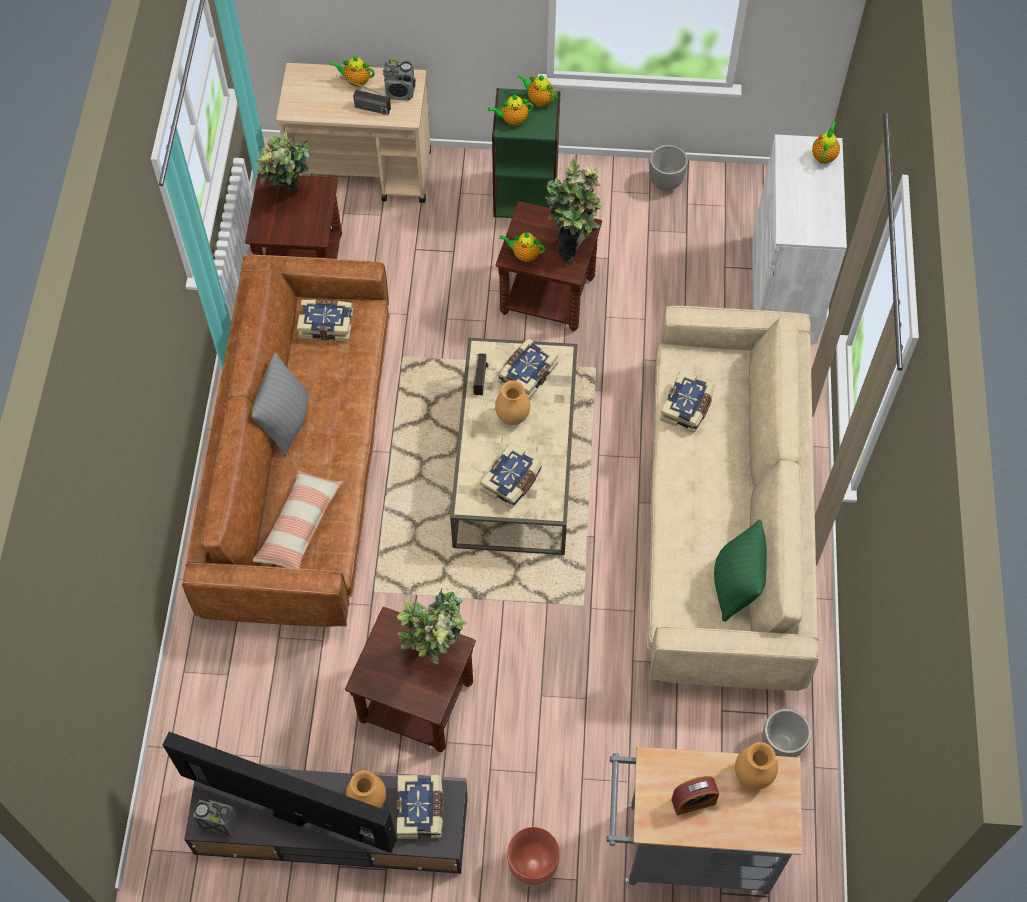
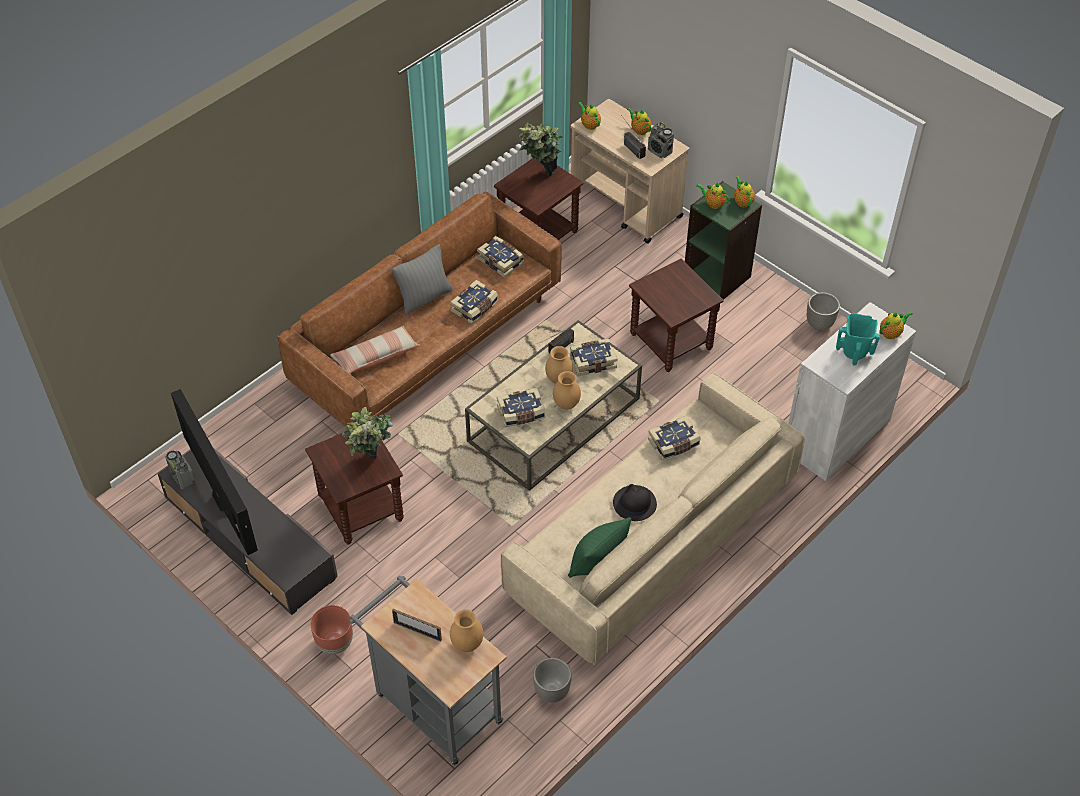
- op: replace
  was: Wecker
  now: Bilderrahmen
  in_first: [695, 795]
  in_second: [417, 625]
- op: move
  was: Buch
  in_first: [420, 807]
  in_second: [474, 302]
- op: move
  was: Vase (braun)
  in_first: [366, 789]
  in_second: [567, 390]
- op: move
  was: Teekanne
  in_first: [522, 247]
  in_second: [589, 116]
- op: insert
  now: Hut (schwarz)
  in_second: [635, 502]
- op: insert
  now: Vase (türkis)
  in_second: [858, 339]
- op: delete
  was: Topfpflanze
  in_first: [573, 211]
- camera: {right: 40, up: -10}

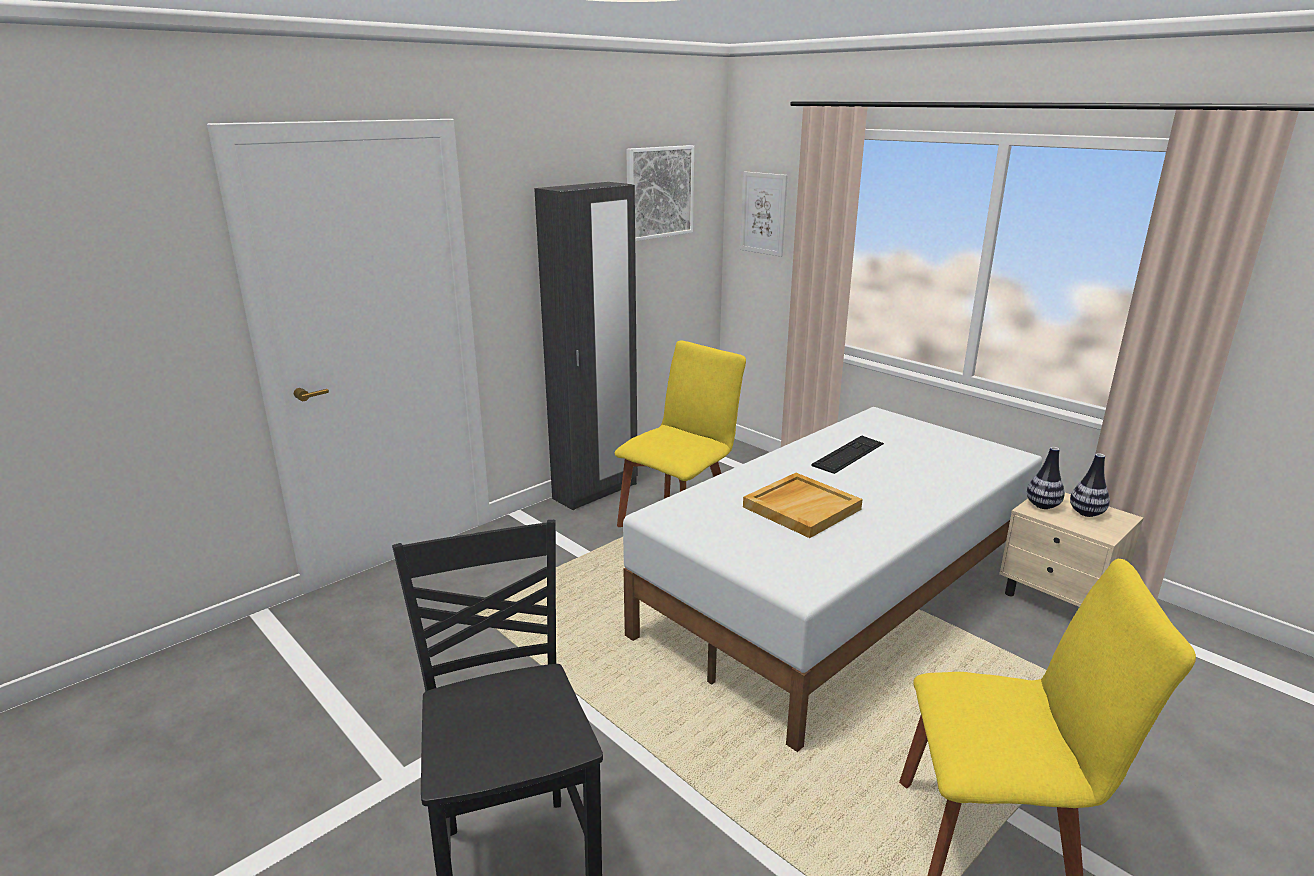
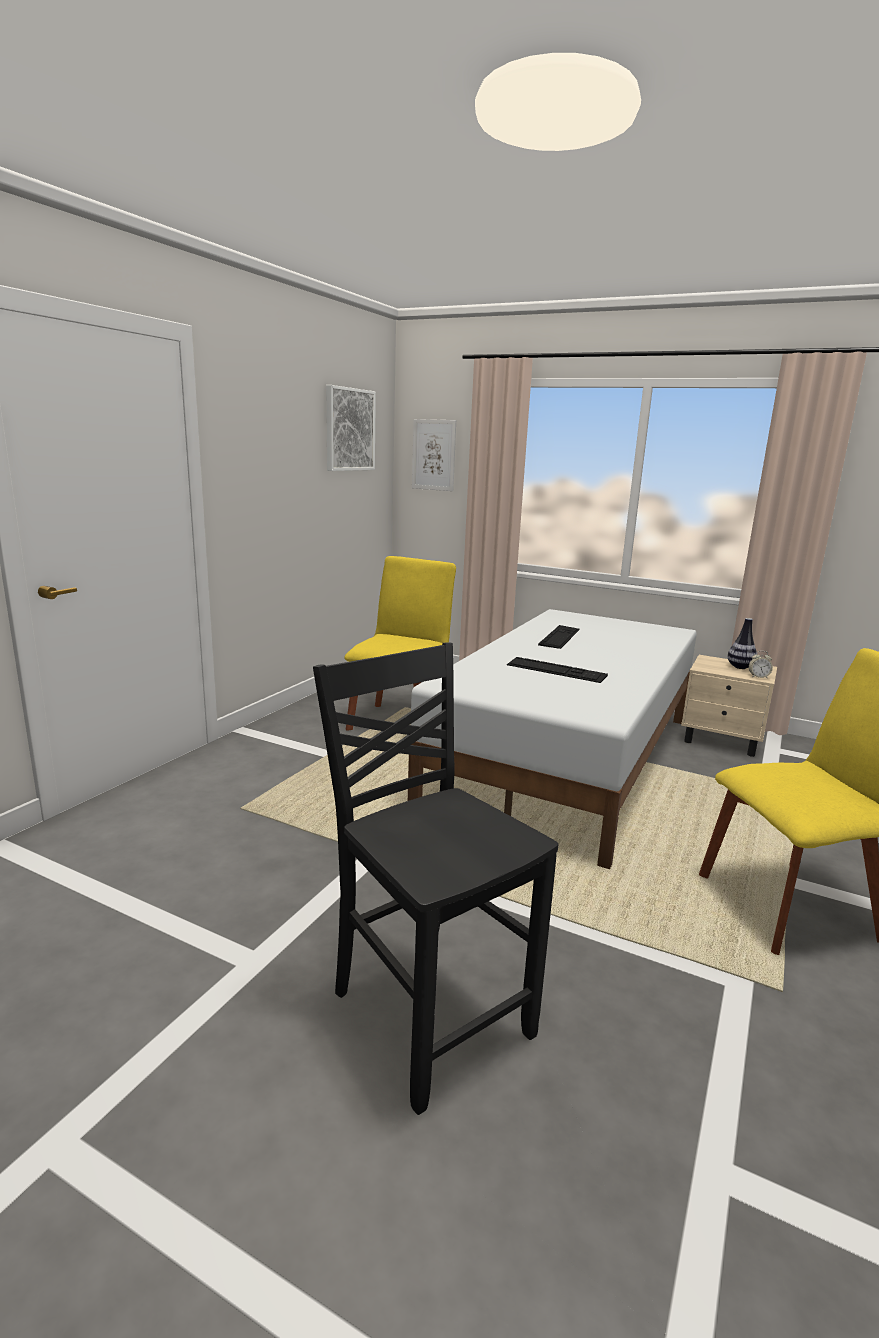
- op: replace
  was: Tablett (beige)
  now: Tastatur
  in_first: [803, 505]
  in_second: [557, 670]
- op: insert
  now: Wecker
  in_second: [761, 664]
- op: delete
  was: Kleiderschrank (schwarz)
  in_first: [586, 346]
- op: delete
  was: Vase
  in_first: [1046, 478]
- camera: {right: -20, up: -5}

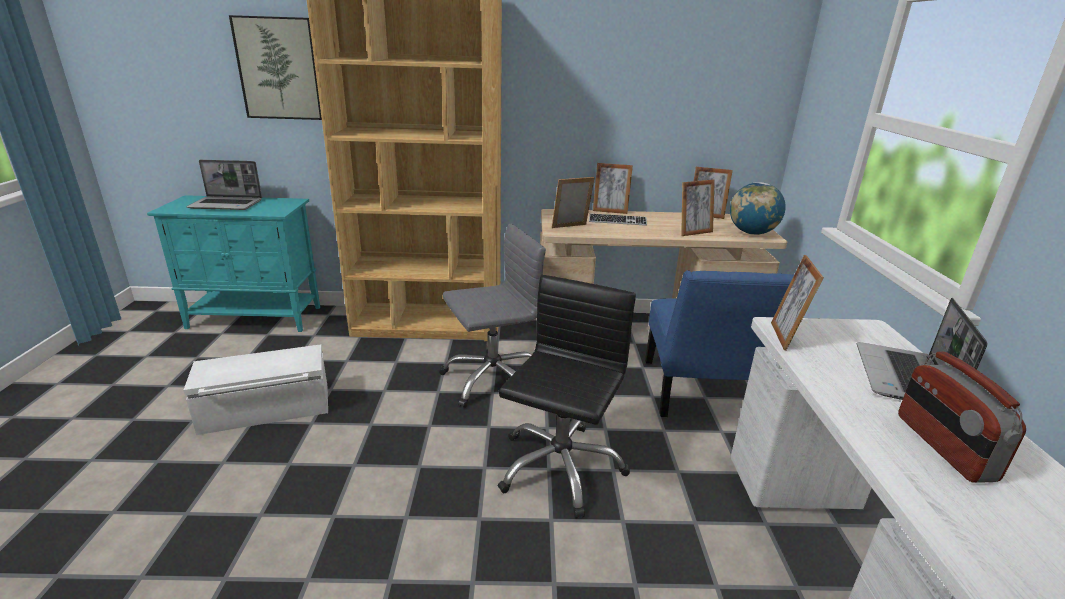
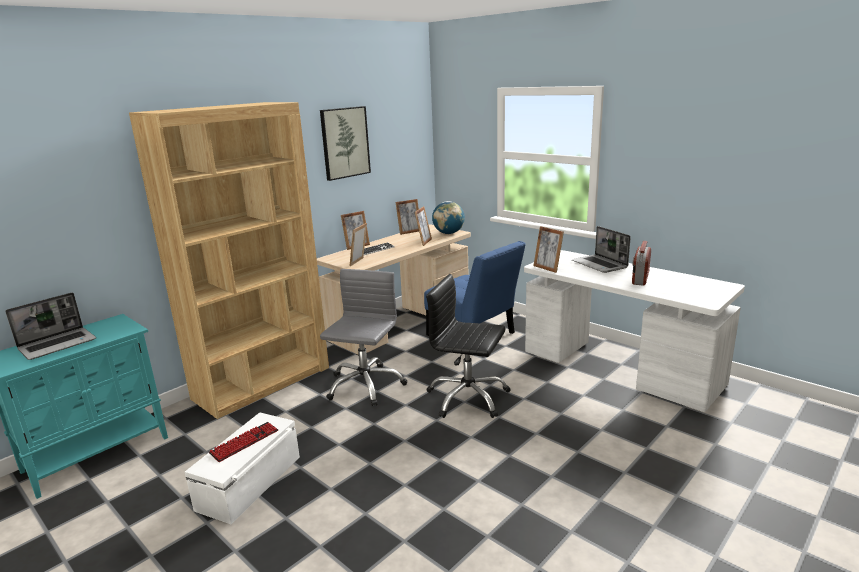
- op: insert
  now: Tastatur
  in_second: [243, 442]
- op: move
  was: Bild
  in_first: [275, 67]
  in_second: [345, 143]
- op: rotate
  was: Bürostuhl (schwarz)
  in_first: [567, 397]
  in_second: [468, 346]
  clockwise: -45
- op: rotate
  was: Radio
  in_first: [962, 417]
  in_second: [641, 263]
  clockwise: 75
- camera: {right: -45, up: -5}

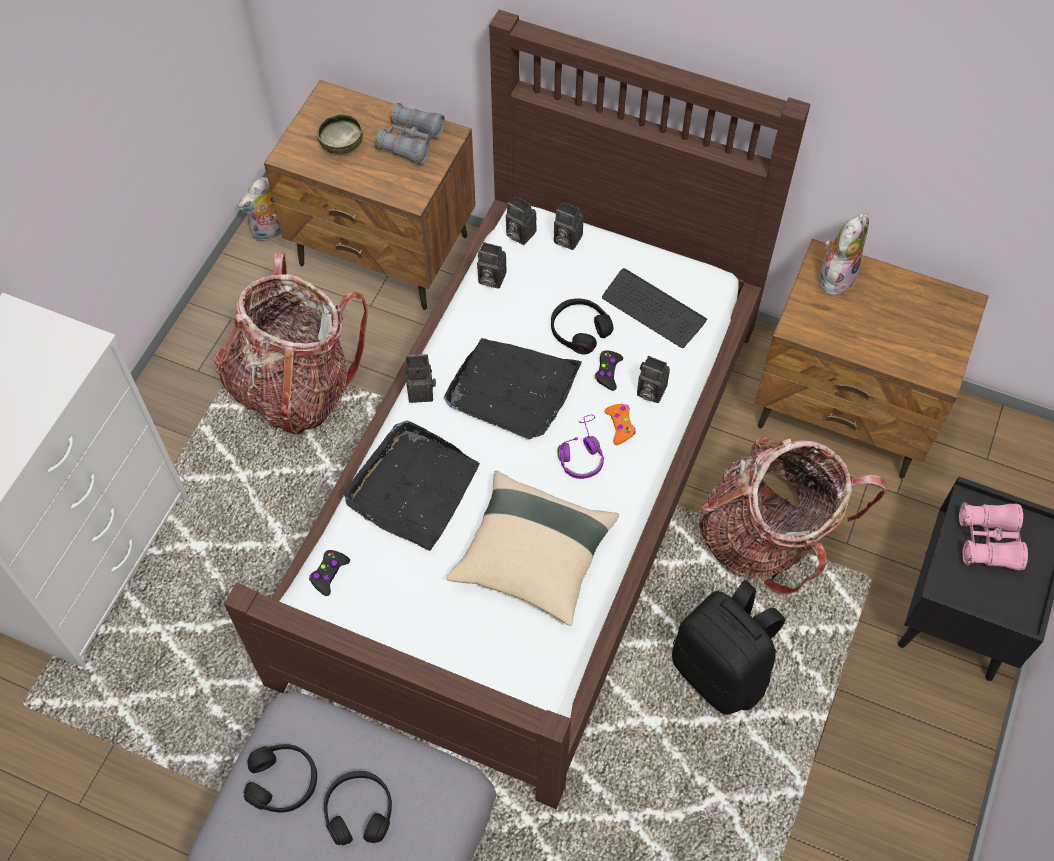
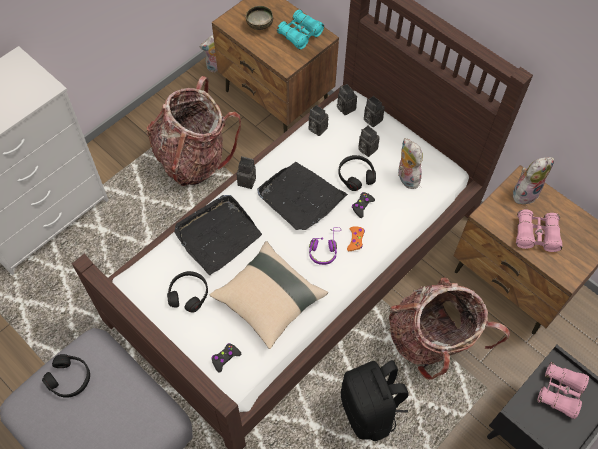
- op: move
  was: Kopfhörer (schwarz)
  in_first: [358, 808]
  in_second: [187, 292]
- op: move
  was: Gamepad (schwarz)
  in_first: [329, 573]
  in_second: [226, 358]
- op: recolor
  was: Fernglas (grau)
  now: Fernglas (türkis)
  in_first: [410, 134]
  in_second: [300, 29]
- op: move
  was: Kamera
  in_first: [653, 379]
  in_second: [369, 141]
- op: replace
  was: Tastatur
  now: Plüschtier
  in_first: [654, 308]
  in_second: [410, 163]
- op: insert
  now: Fernglas (rosa)
  in_second: [539, 230]
- camera: {right: 20, up: 0}

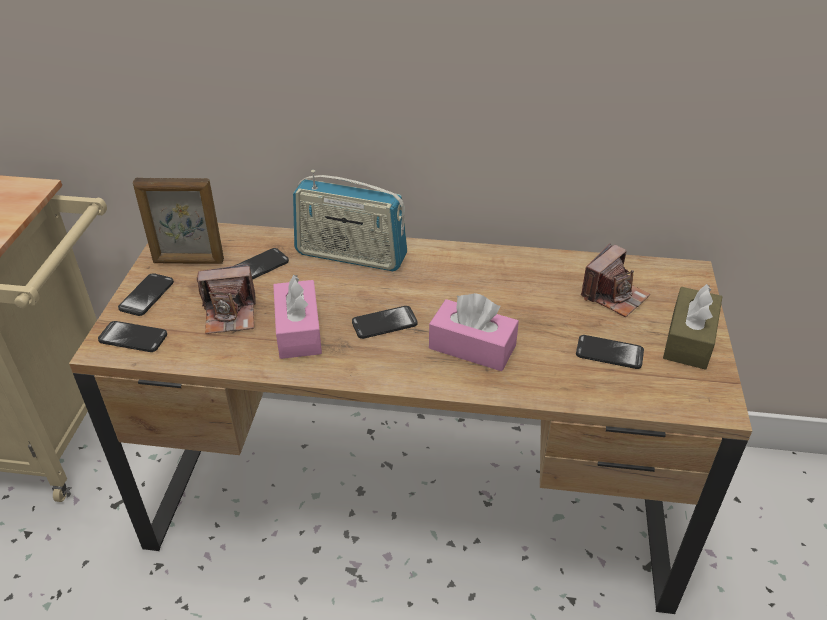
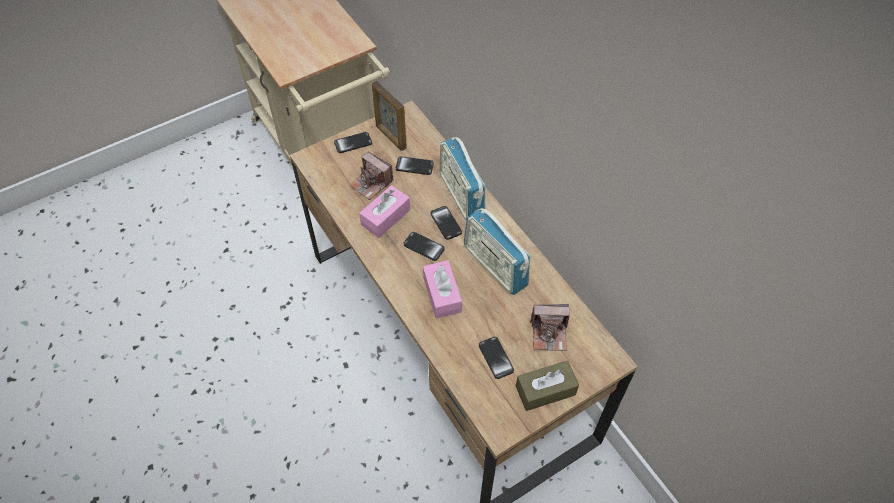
- op: move
  was: Handy
  in_first: [132, 336]
  in_second: [446, 223]
- op: insert
  now: Radio
  in_second: [497, 251]
- camera: {right: 50, up: 15}

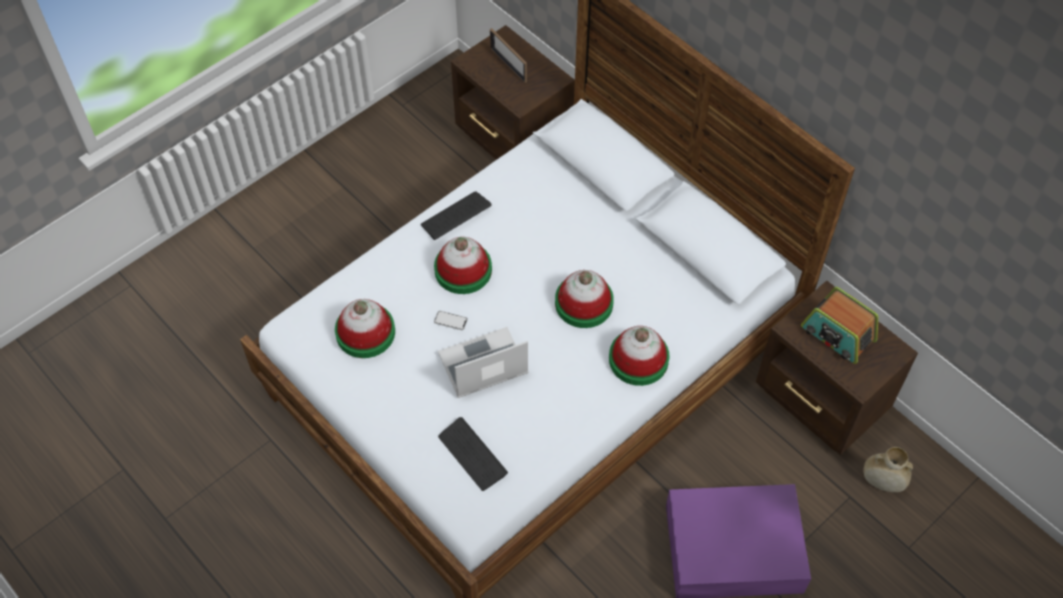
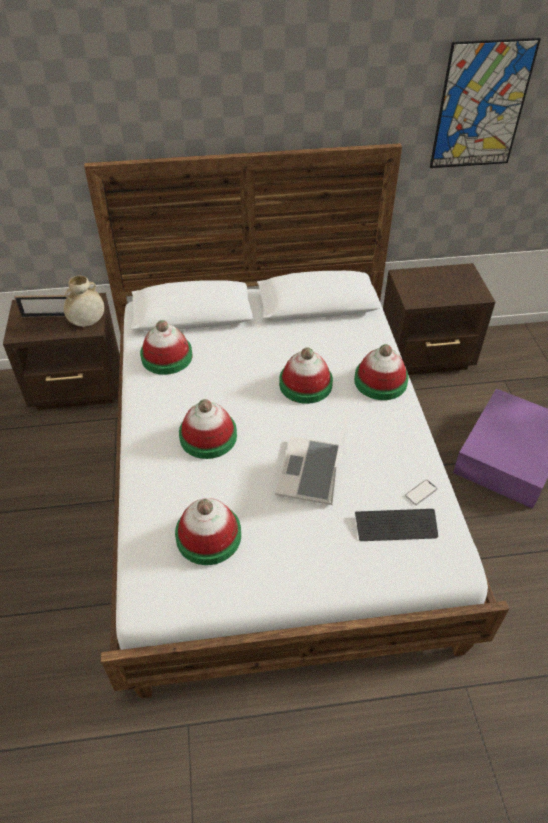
- op: move
  was: Vase (beige)
  in_first: [888, 469]
  in_second: [83, 301]
- op: insert
  now: Hut
  in_second: [166, 347]
- op: move
  was: Handy
  in_first: [451, 320]
  in_second: [421, 492]
- op: insert
  now: Bild
  in_second: [485, 103]
- op: delete
  was: Tastatur
  in_first: [456, 215]
- op: delete
  was: Radio
  in_first: [840, 325]
- camera: {right: -55, up: -10}

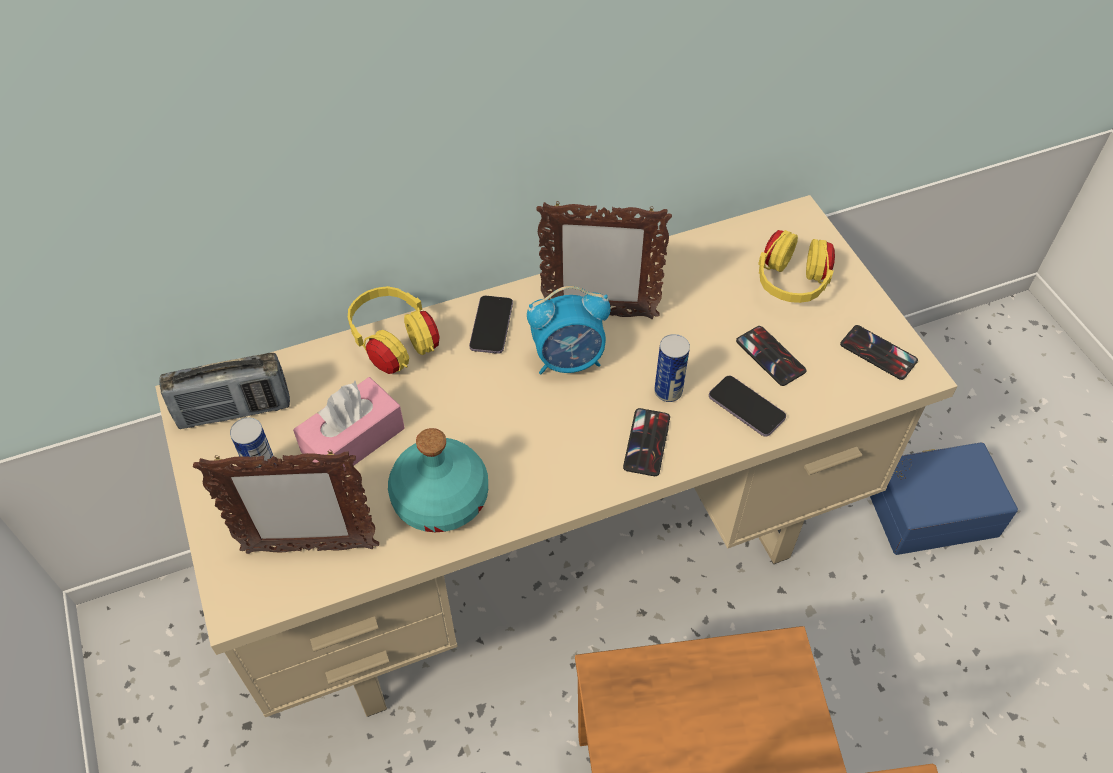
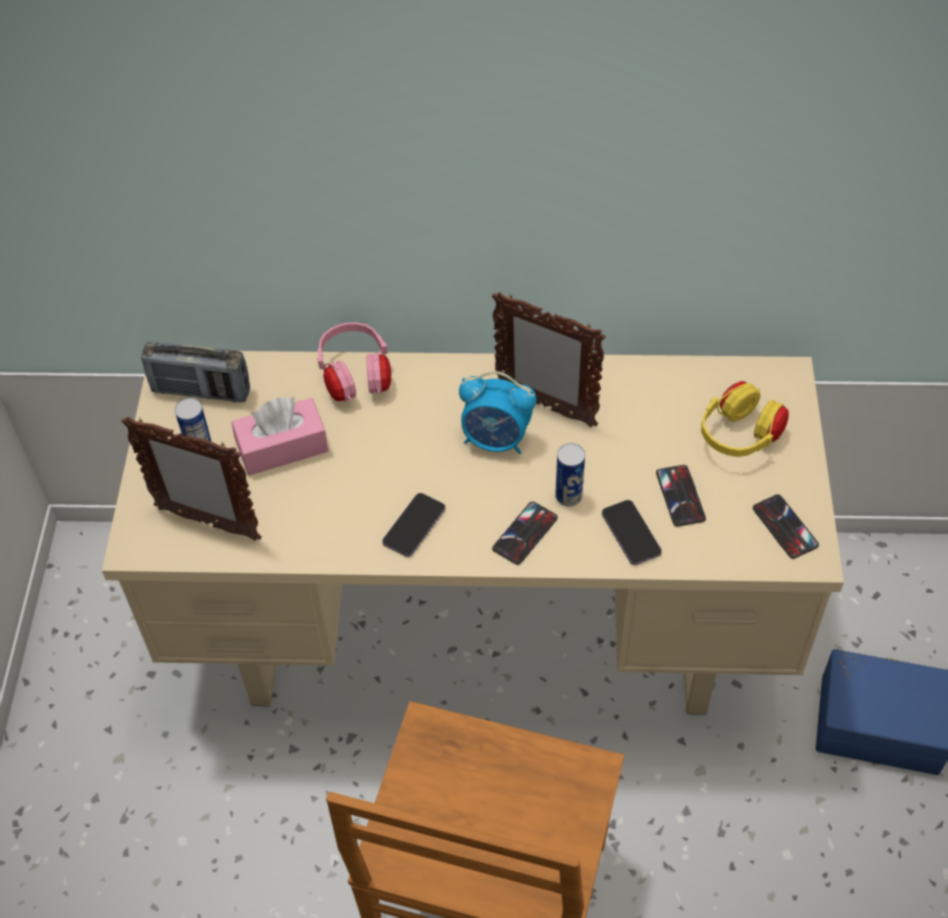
- op: recolor
  was: Kopfhörer (gelb)
  now: Kopfhörer (rosa)
  in_first: [393, 330]
  in_second: [354, 361]
- op: move
  was: Handy
  in_first: [491, 325]
  in_second: [413, 525]
- op: delete
  was: Flasche (türkis)
  in_first: [438, 480]
- camera: {right: 25, up: 0}

